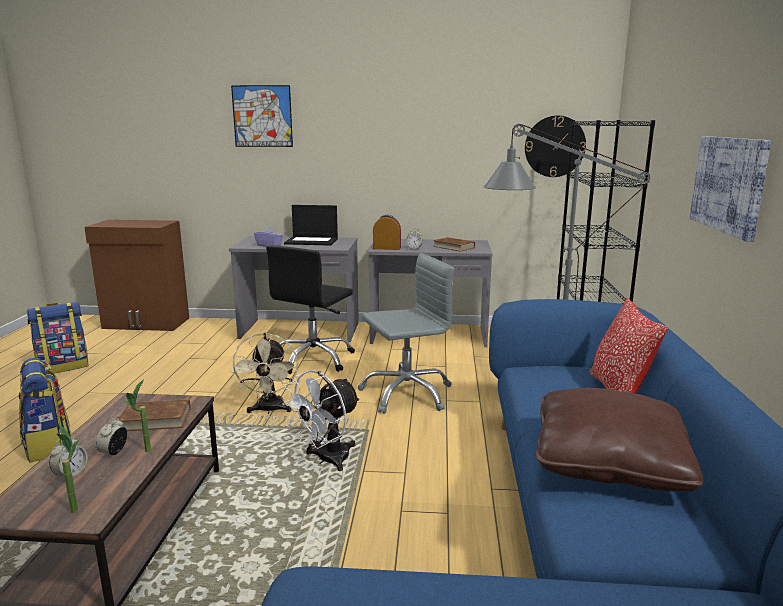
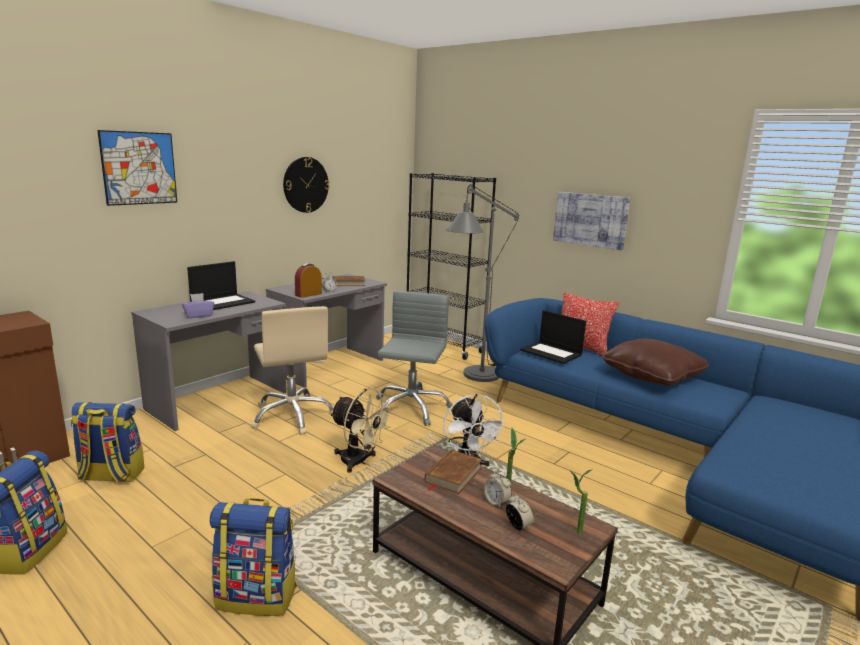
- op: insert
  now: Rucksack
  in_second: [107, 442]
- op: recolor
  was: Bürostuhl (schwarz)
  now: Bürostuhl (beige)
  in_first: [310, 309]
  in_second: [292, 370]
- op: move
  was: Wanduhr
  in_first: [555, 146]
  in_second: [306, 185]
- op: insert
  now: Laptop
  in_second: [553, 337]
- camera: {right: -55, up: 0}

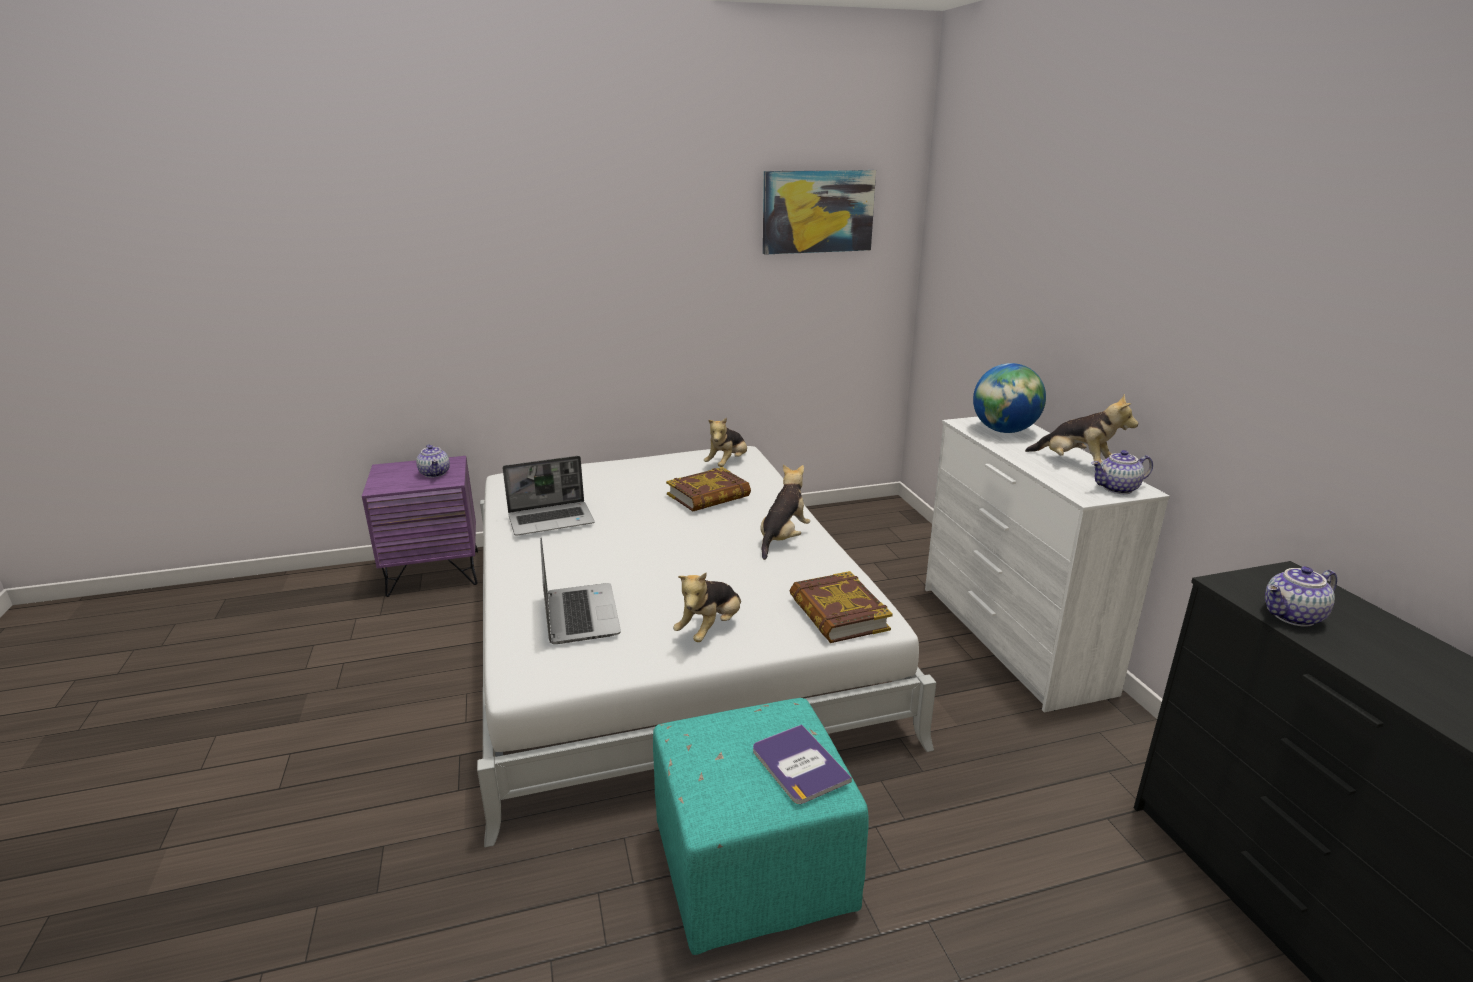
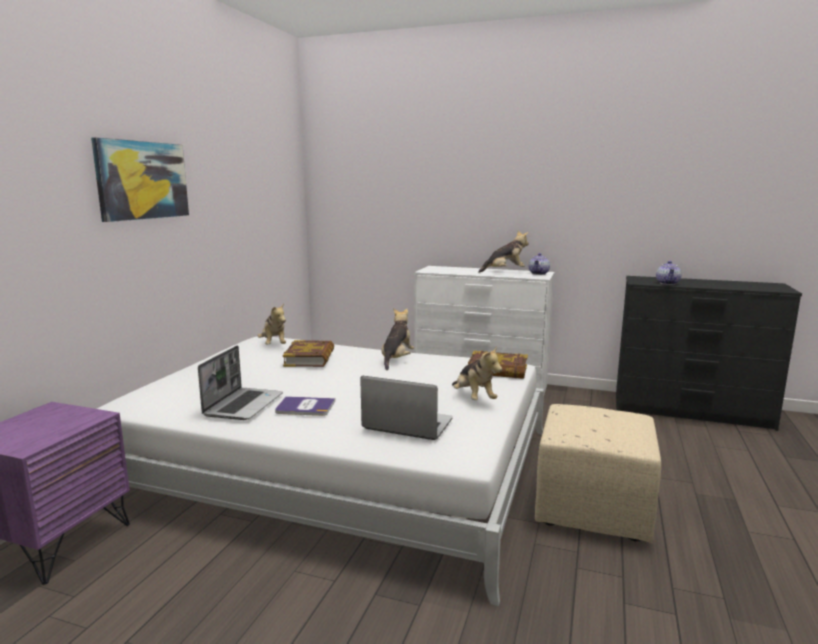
- op: move
  was: Bild
  in_first: [819, 212]
  in_second: [140, 179]
- op: move
  was: Buch
  in_first: [802, 764]
  in_second: [305, 406]
- op: rotate
  was: Plüschtier
  in_first: [785, 512]
  in_second: [397, 339]
  clockwise: 45
- op: recolor
  was: Polsterhocker (türkis)
  now: Polsterhocker (beige)
  in_first: [761, 826]
  in_second: [598, 473]
- op: delete
  was: Teekanne
  in_first: [433, 461]
- op: delete
  was: Globus
  in_first: [1009, 398]
- camera: {right: -55, up: -10}

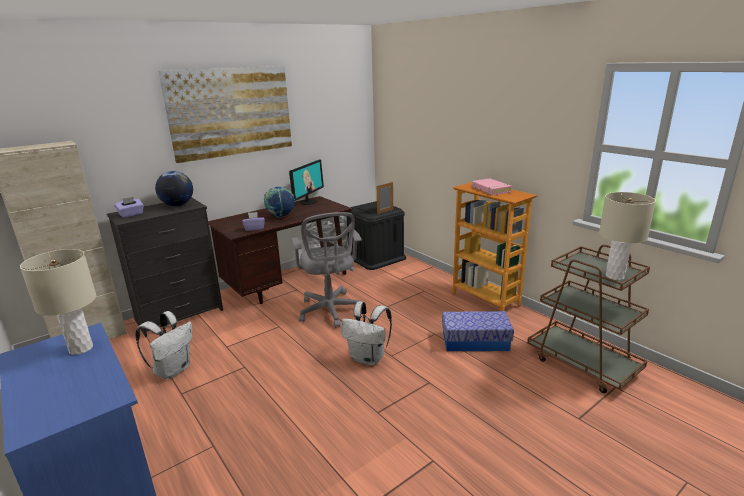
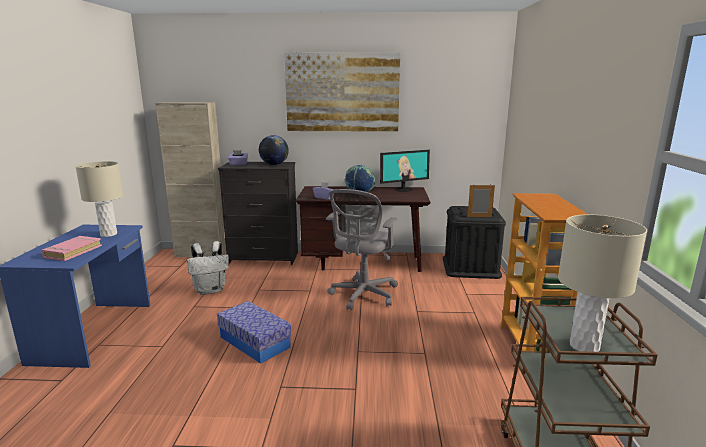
- op: move
  was: Buch (rosa)
  in_first: [492, 186]
  in_second: [71, 248]
- op: move
  was: Aufbewahrungsbox
  in_first: [478, 331]
  in_second: [254, 332]
- op: delete
  was: Rucksack (weiß)
  in_first: [367, 333]
- camera: {right: 40, up: -5}

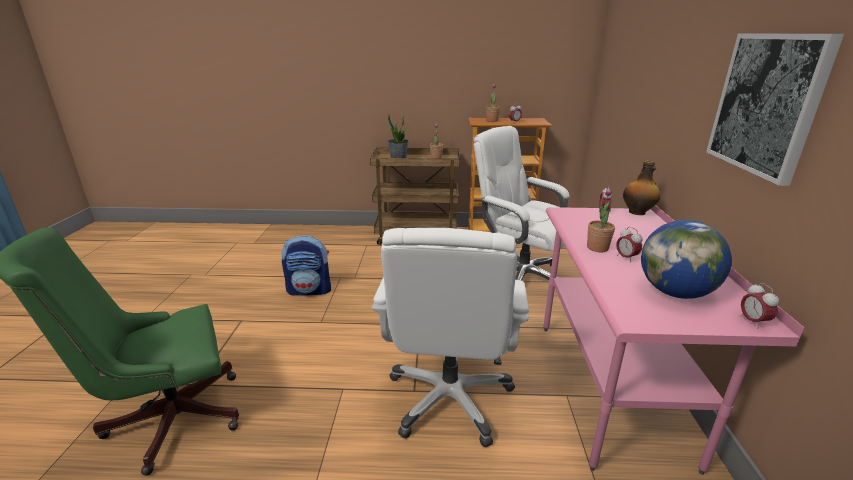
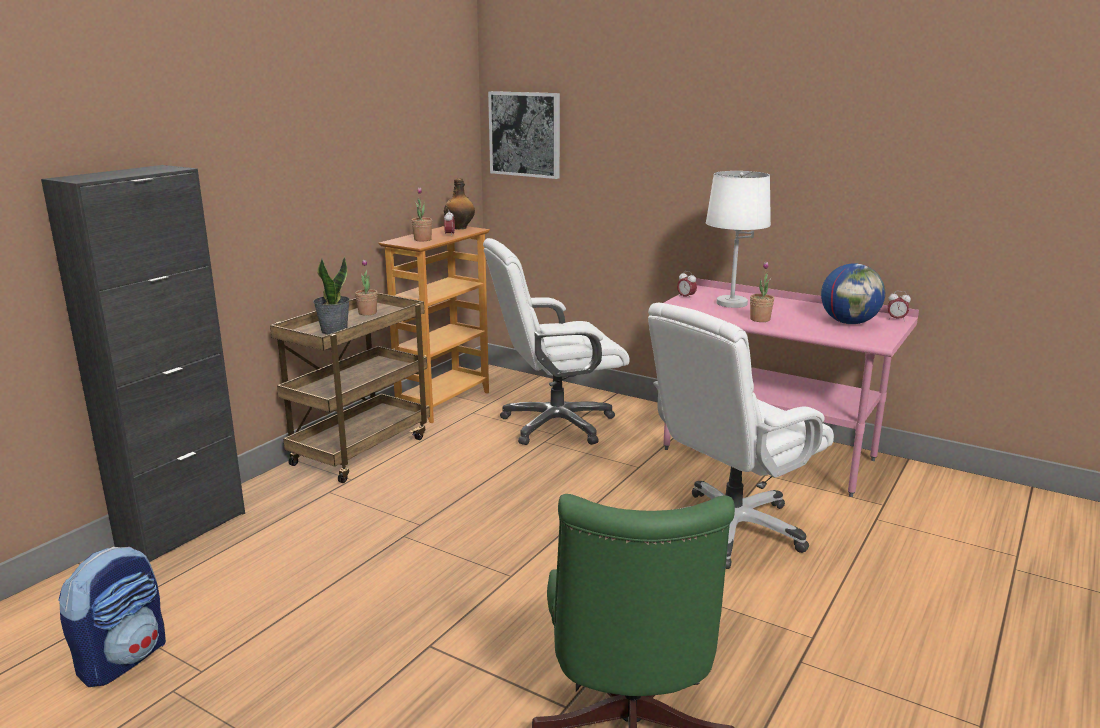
- op: insert
  now: Schrank (schwarz)
  in_second: [143, 363]
- op: move
  was: Rucksack
  in_first: [306, 265]
  in_second: [112, 617]
- op: move
  was: Flasche
  in_first: [641, 187]
  in_second: [459, 203]
- op: move
  was: Bild
  in_first: [775, 110]
  in_second: [524, 135]
- op: rotate
  was: Bürostuhl (weiß)
  in_first: [450, 337]
  in_second: [741, 435]
  clockwise: 105
- op: insert
  now: Tischlampe (weiß)
  in_second: [738, 239]
- op: delete
  was: Wecker
  in_first: [629, 244]
- camera: {right: -60, up: -5}

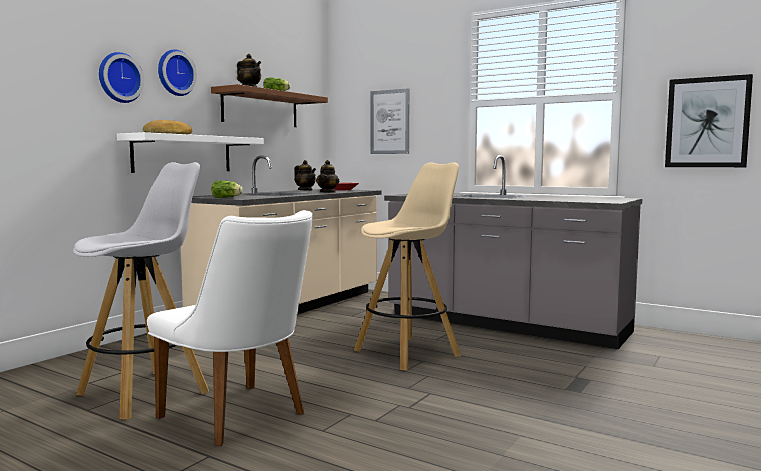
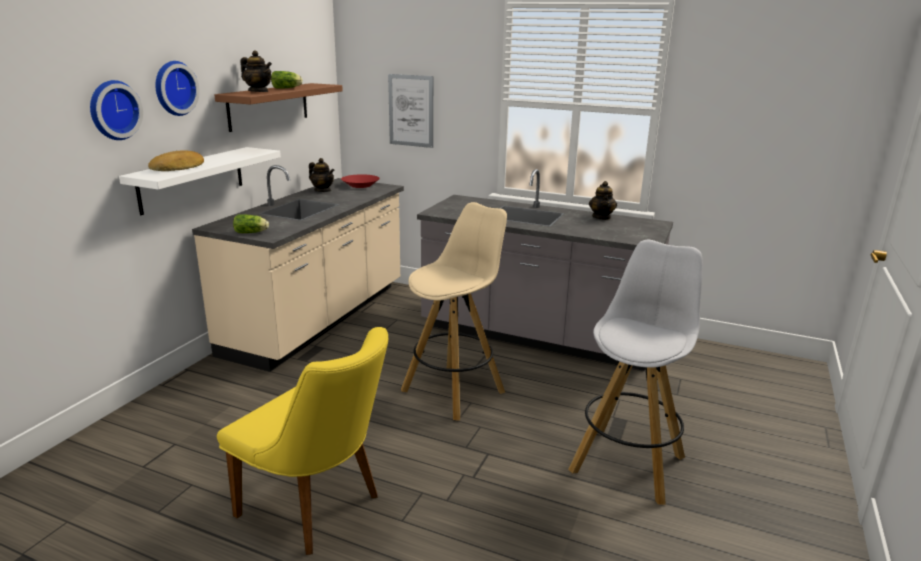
- op: recolor
  was: Stuhl (weiß)
  now: Stuhl (gelb)
  in_first: [230, 328]
  in_second: [302, 441]
- op: move
  was: Hocker (weiß)
  in_first: [141, 291]
  in_second: [635, 372]
- op: move
  was: Teekanne
  in_first: [327, 176]
  in_second: [603, 200]
- op: delete
  was: Bild
  in_first: [709, 120]
- camera: {right: -10, up: 15}

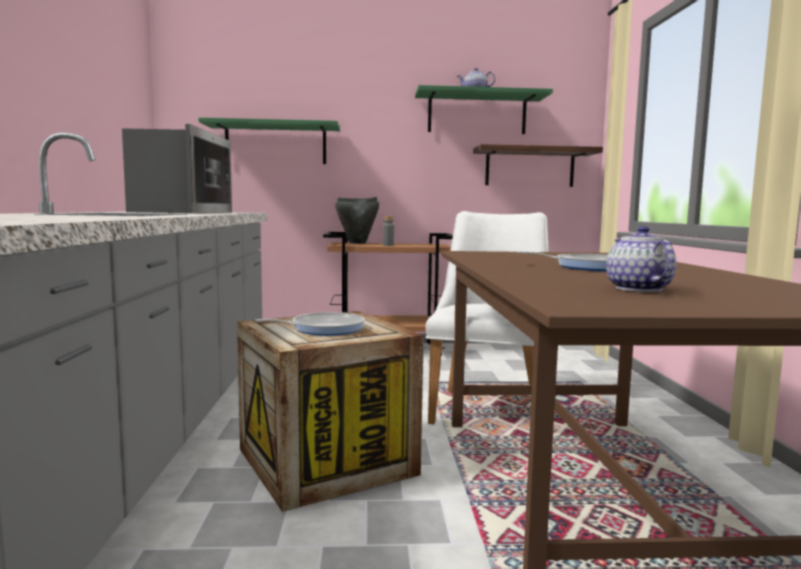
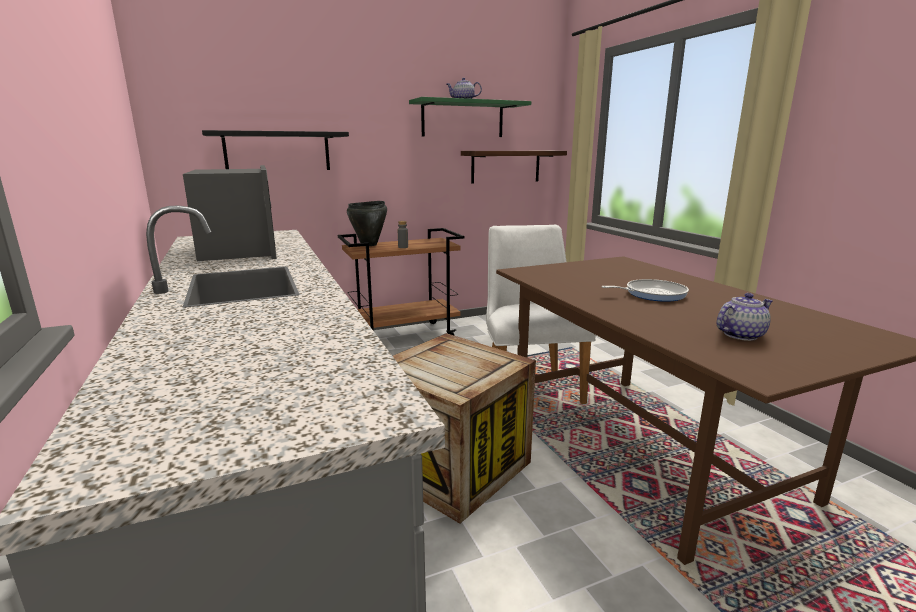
- op: recolor
  was: Wandregal (grün)
  now: Wandregal (schwarz)
  in_first: [269, 140]
  in_second: [275, 150]
- op: rotate
  was: Teekanne
  in_first: [641, 259]
  in_second: [745, 317]
  clockwise: 90
- op: delete
  was: Pfanne
  in_first: [309, 324]
- camera: {right: -20, up: 10}

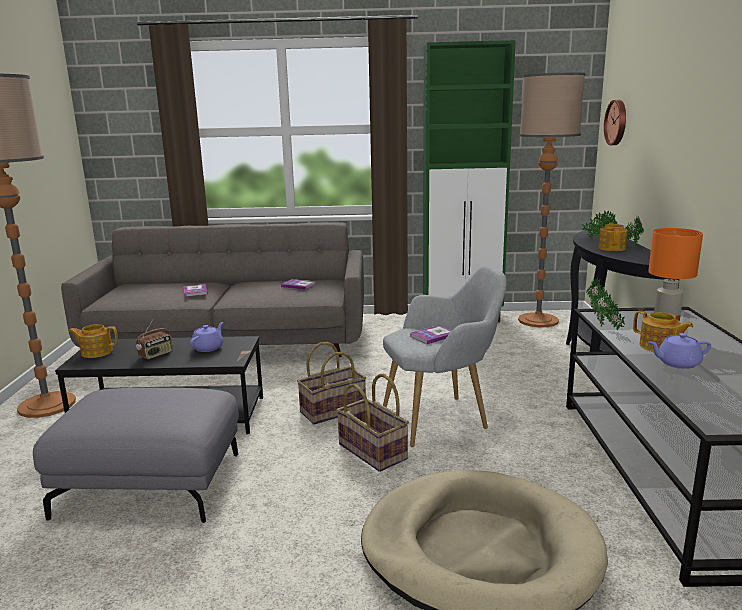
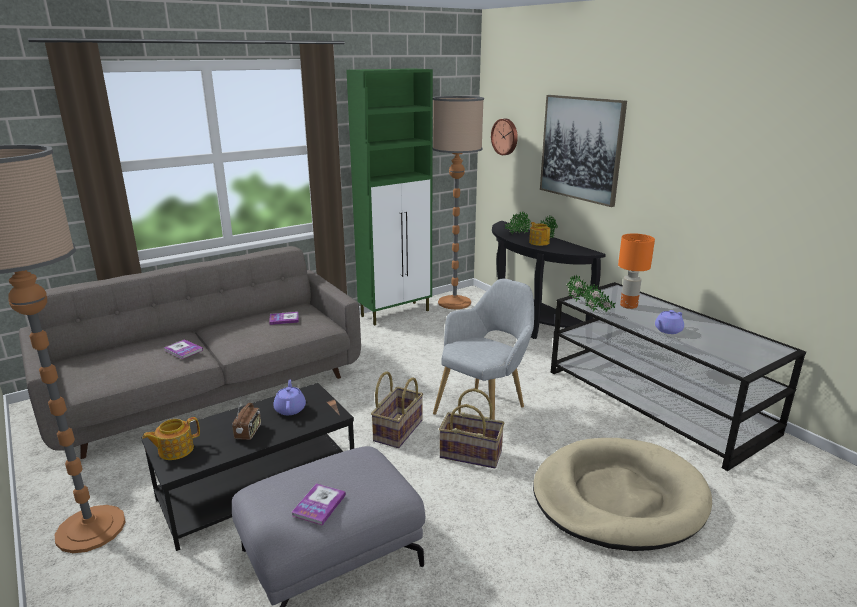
- op: move
  was: Buch
  in_first: [430, 334]
  in_second: [319, 504]
- op: insert
  now: Bild
  in_second: [583, 151]
- op: delete
  was: Teekanne
  in_first: [663, 331]
- camera: {right: -35, up: 5}

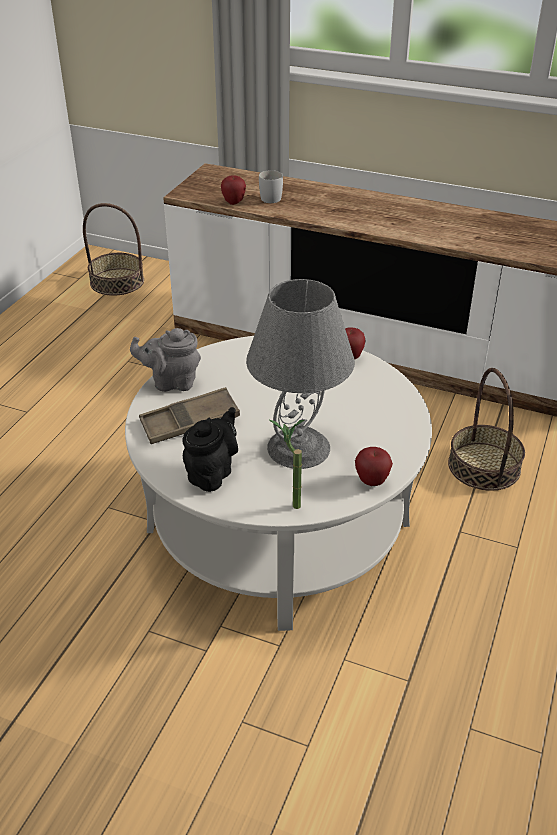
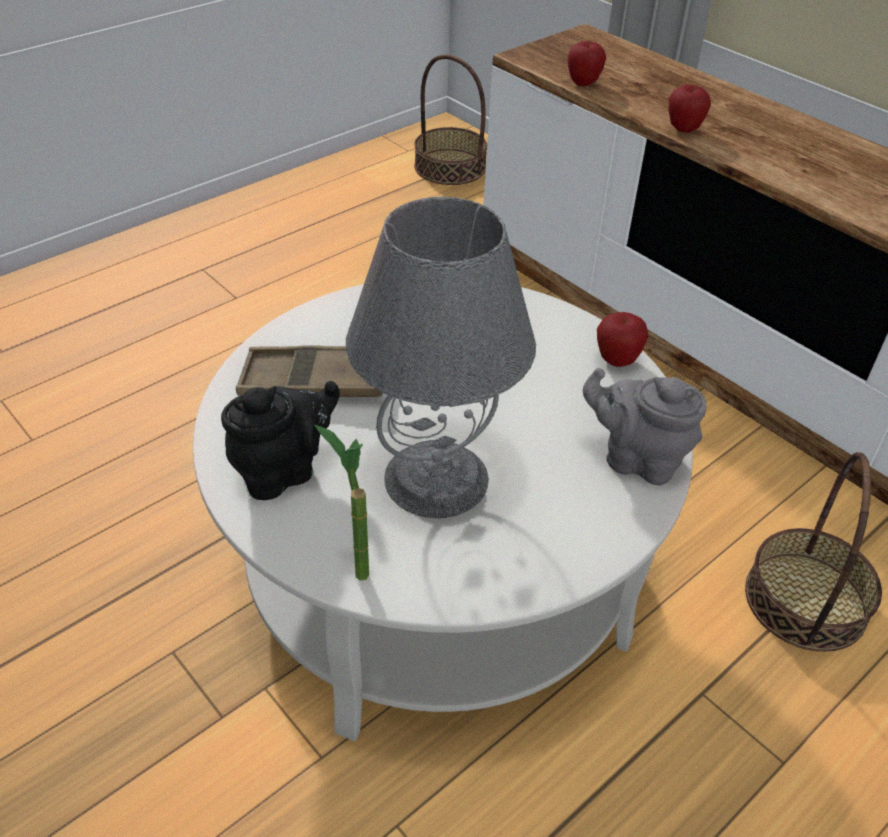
- op: move
  was: Teekanne (grau)
  in_first: [165, 360]
  in_second: [644, 426]
- op: move
  was: Apfel
  in_first: [374, 466]
  in_second: [689, 108]
- op: delete
  was: Henkelbecher (weiß)
  in_first: [271, 186]
- camera: {right: 25, up: 5}

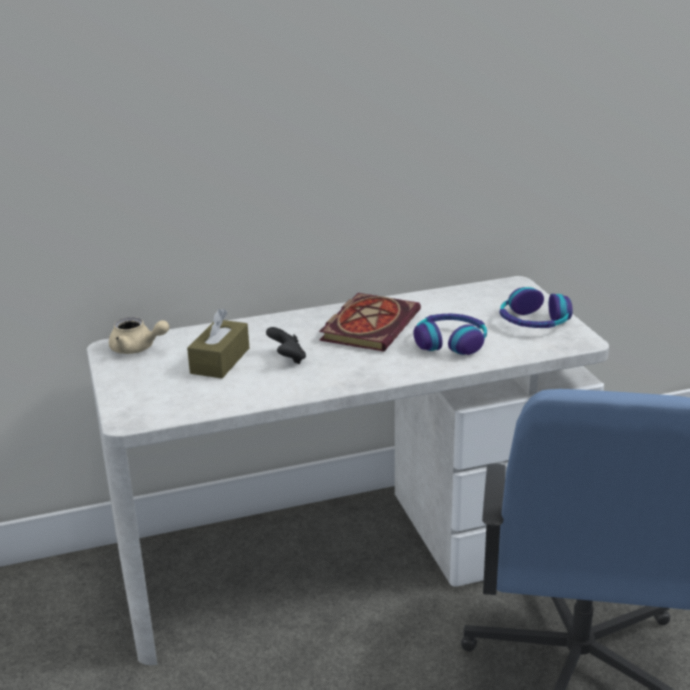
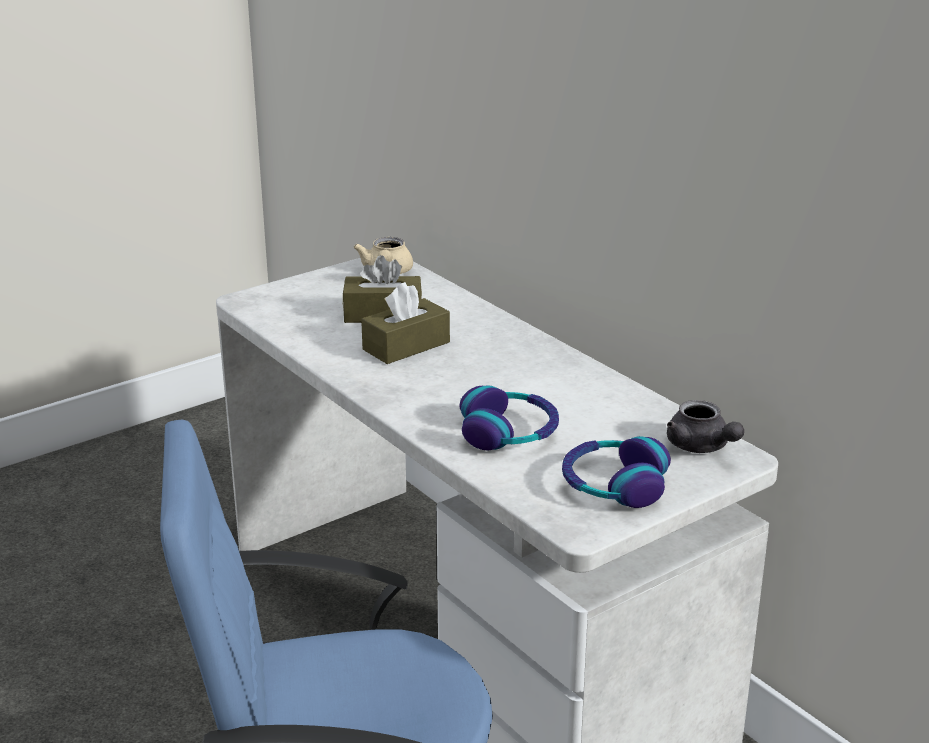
- op: replace
  was: Gamepad (schwarz)
  now: Taschentuchbox (braun)
  in_first: [286, 345]
  in_second: [405, 323]
- op: insert
  now: Teekanne (grau)
  in_second: [705, 426]
- op: delete
  was: Buch
  in_first: [370, 322]
- camera: {right: 70, up: 0}

